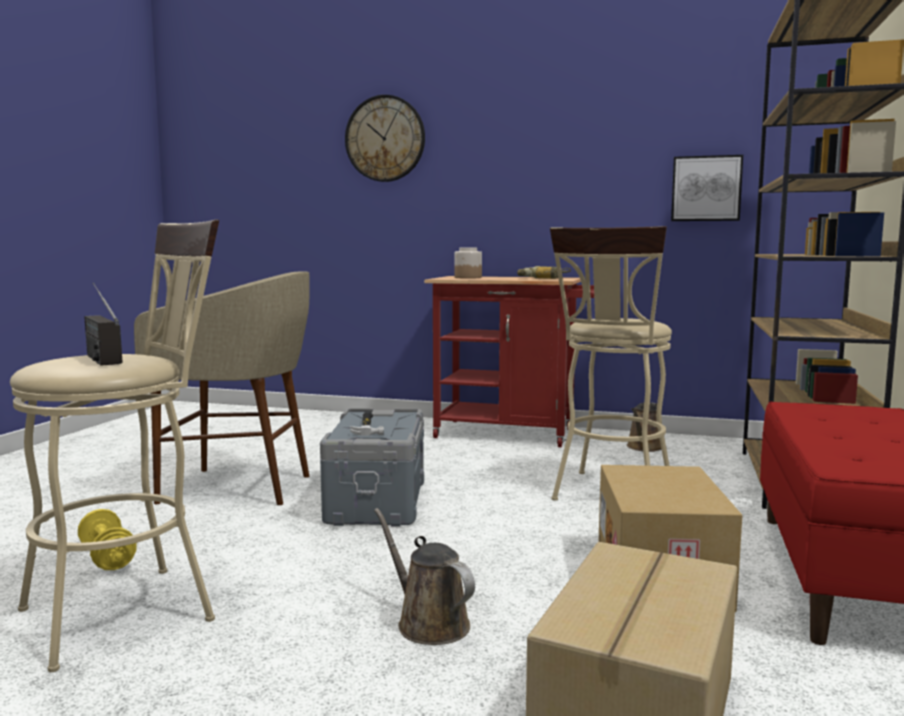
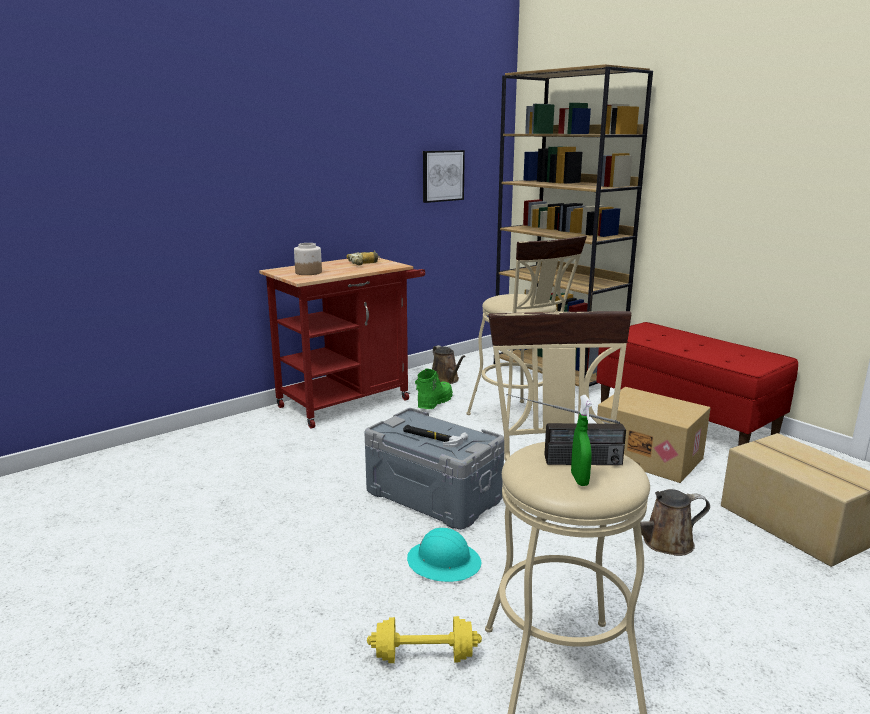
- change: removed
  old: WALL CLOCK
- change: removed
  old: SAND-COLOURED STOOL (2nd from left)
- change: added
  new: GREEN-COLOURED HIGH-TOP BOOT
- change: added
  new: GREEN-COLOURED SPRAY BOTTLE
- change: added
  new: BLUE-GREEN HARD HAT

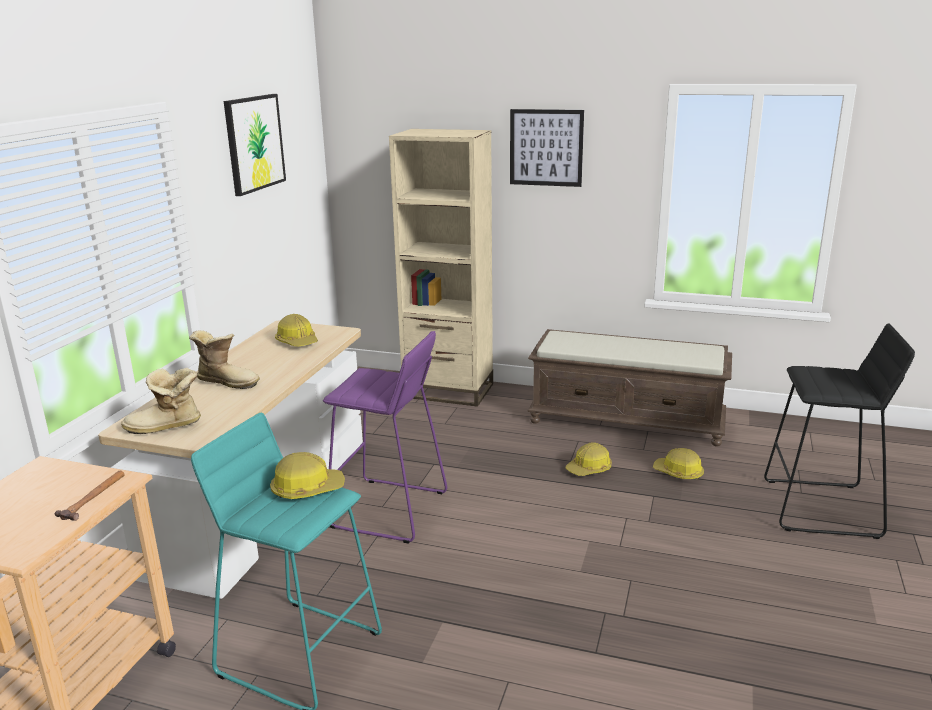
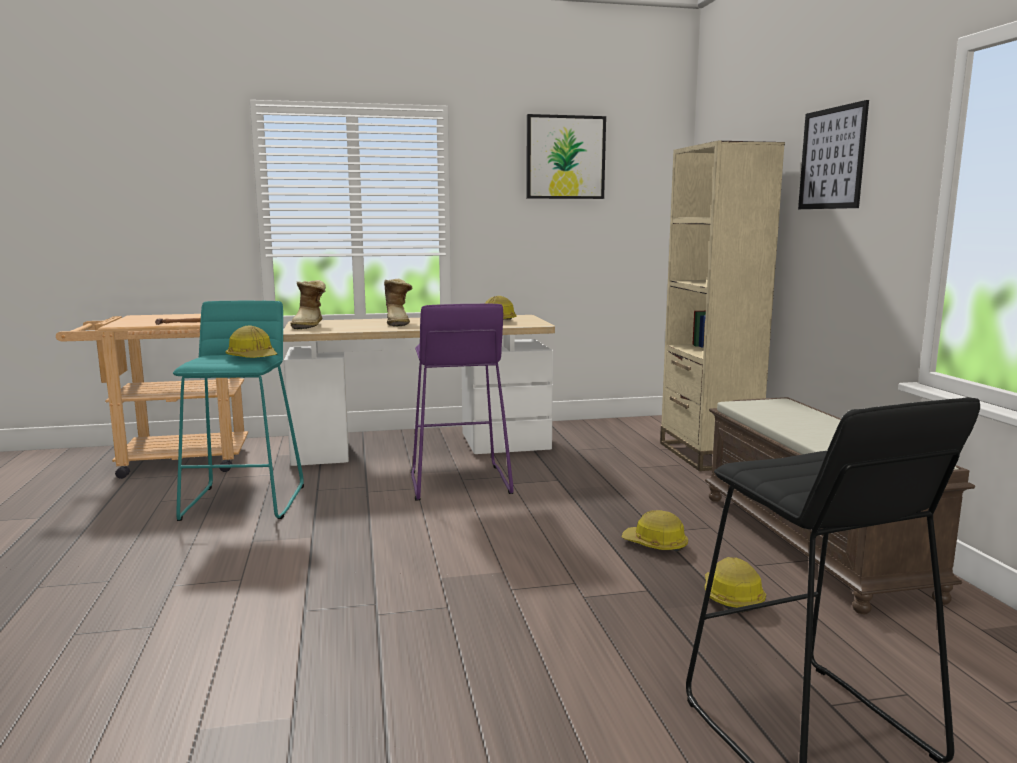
- change: turned
  old: HIGH-TOP BOOT (1st from left)
  degrees: -135

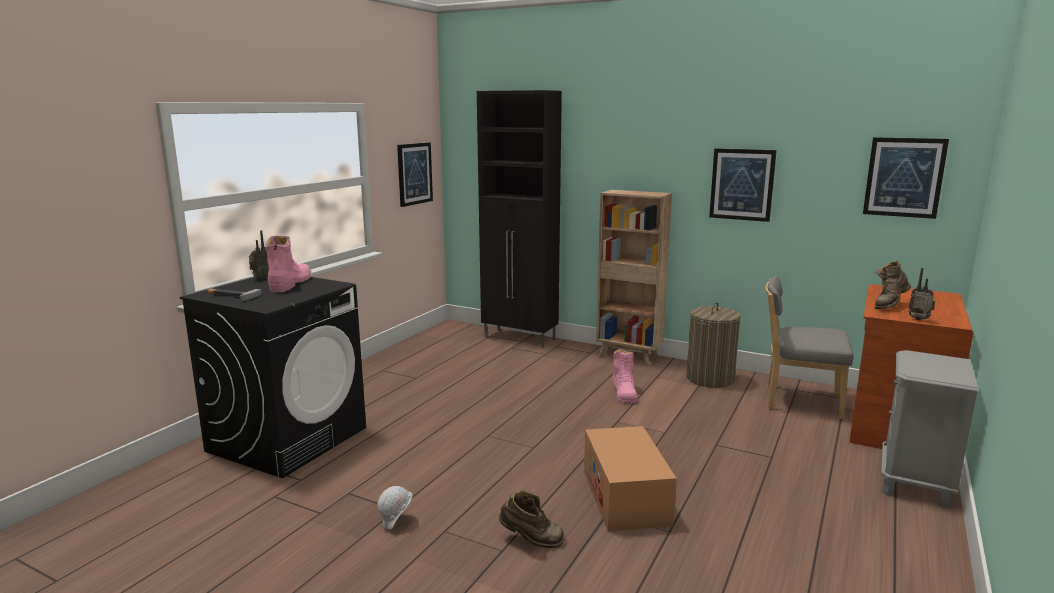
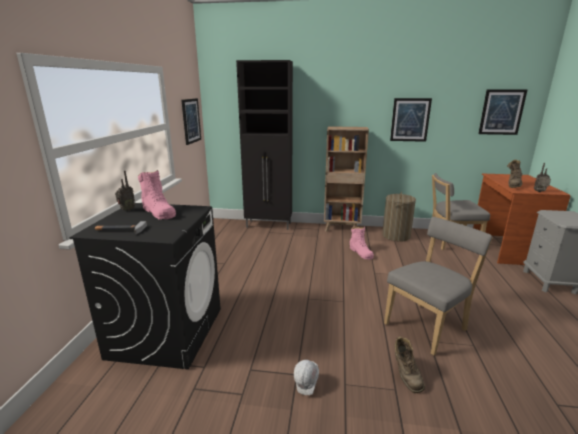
- change: turned
  old: PINK-COLOURED HIGH-TOP BOOT (1st from left)
  degrees: 150
- change: replaced
  old: CARDBOARD BOX
  new: GRAY CHAIR (1st from left)
- change: turned
  old: BROWN HIGH-TOP BOOT (1st from left)
  degrees: 90

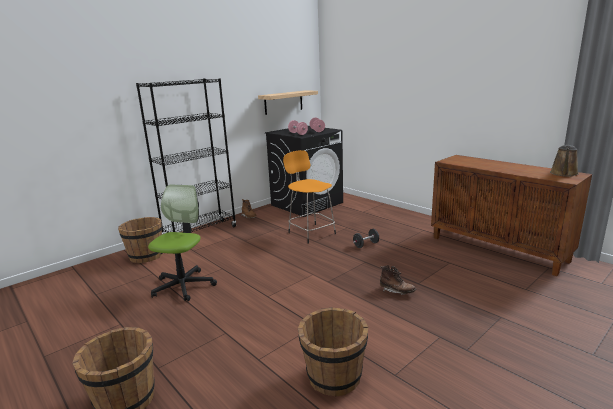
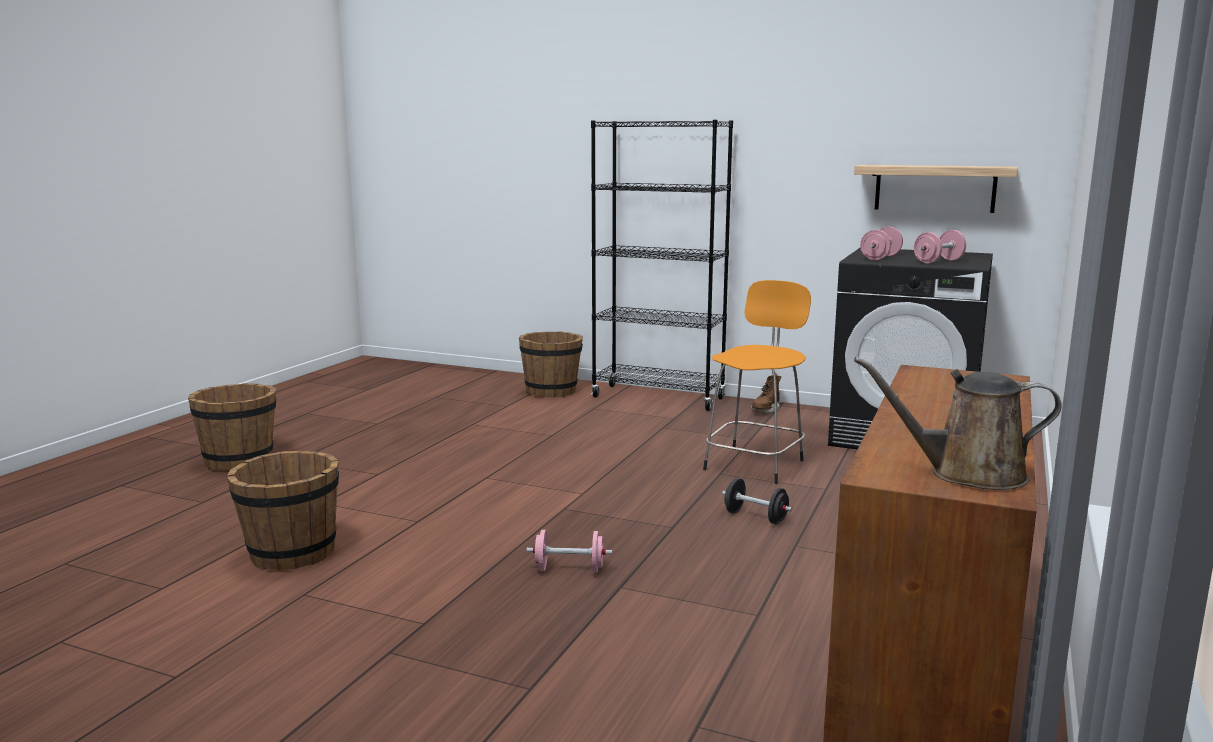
- change: removed
  old: DESK CHAIR
- change: replaced
  old: BROWN HIGH-TOP BOOT (2nd from left)
  new: PINK-COLOURED FREE WEIGHT (1st from left)

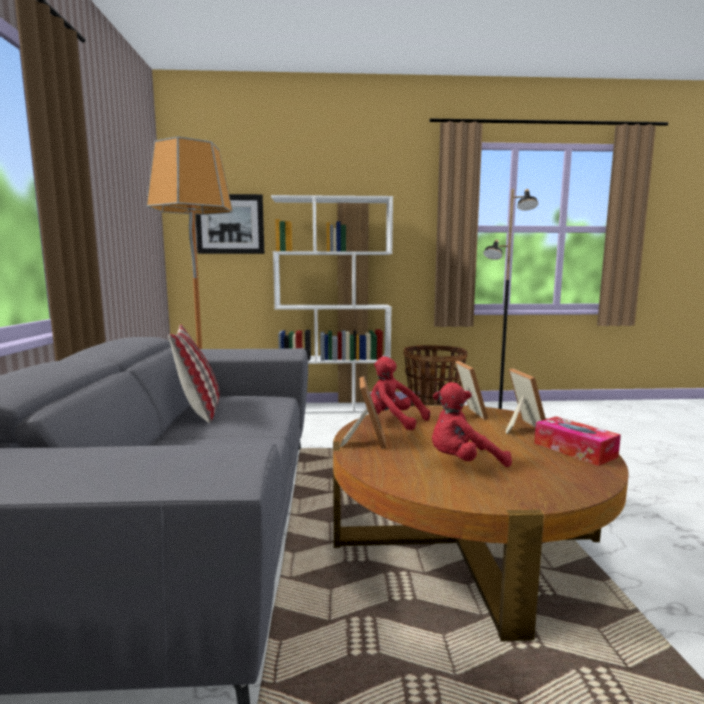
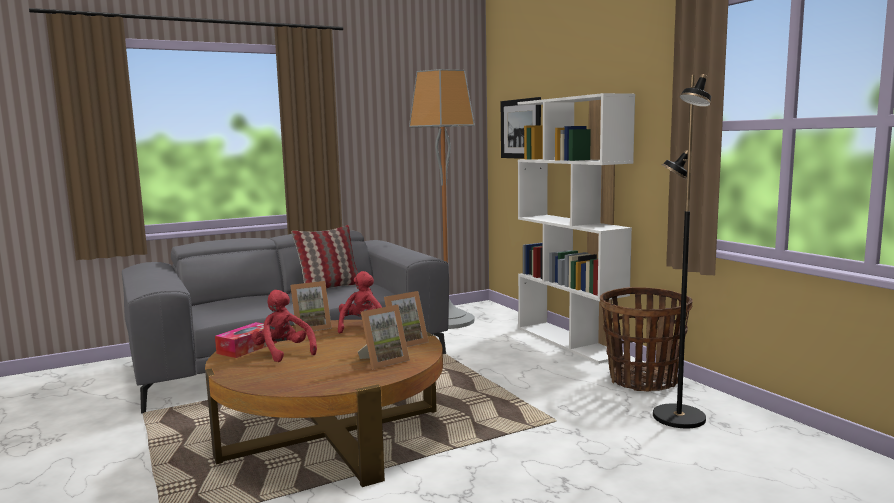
- change: moved
  old: TISSUE HOLDER

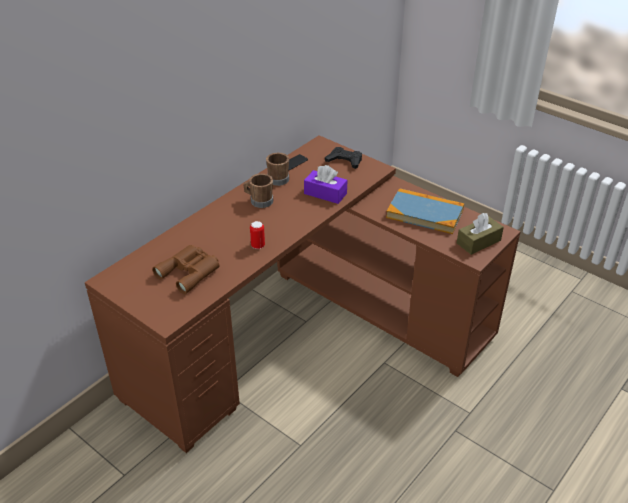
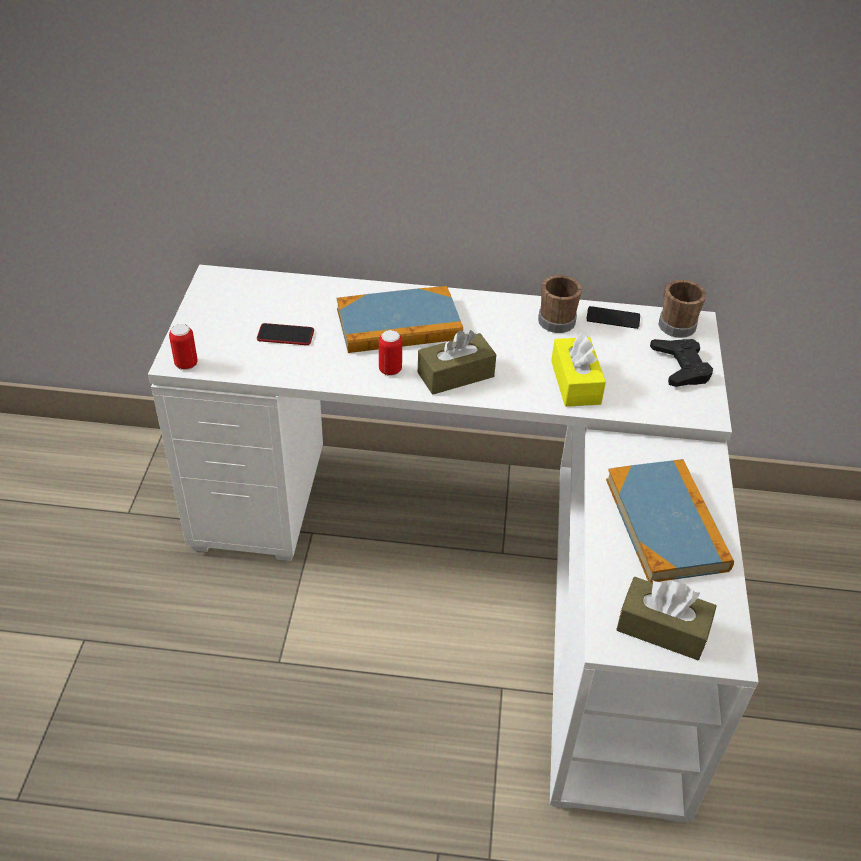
- change: recoloured
  old: BROWN DESK UNIT
  new: WHITISH DESK UNIT
- change: recoloured
  old: PURPLE-COLOURED TISSUE HOLDER
  new: YELLOW TISSUE HOLDER
- change: moved
  old: BROWN COFFEE MUG (1st from left in the first image)
  new: BROWN COFFEE MUG (2nd from left)
- change: replaced
  old: BROWN FIELD GLASSES
  new: TELEPHONE (1st from left)
- change: added
  new: BOOK (1st from left)
- change: added
  new: SEALED CAN (1st from left)
- change: added
  new: BROWN TISSUE HOLDER (1st from left)

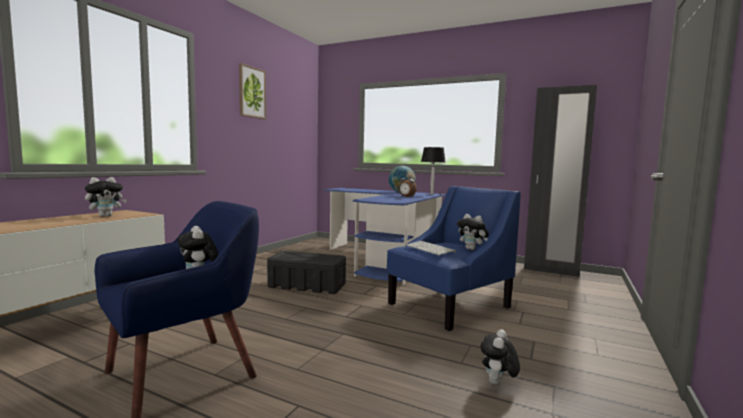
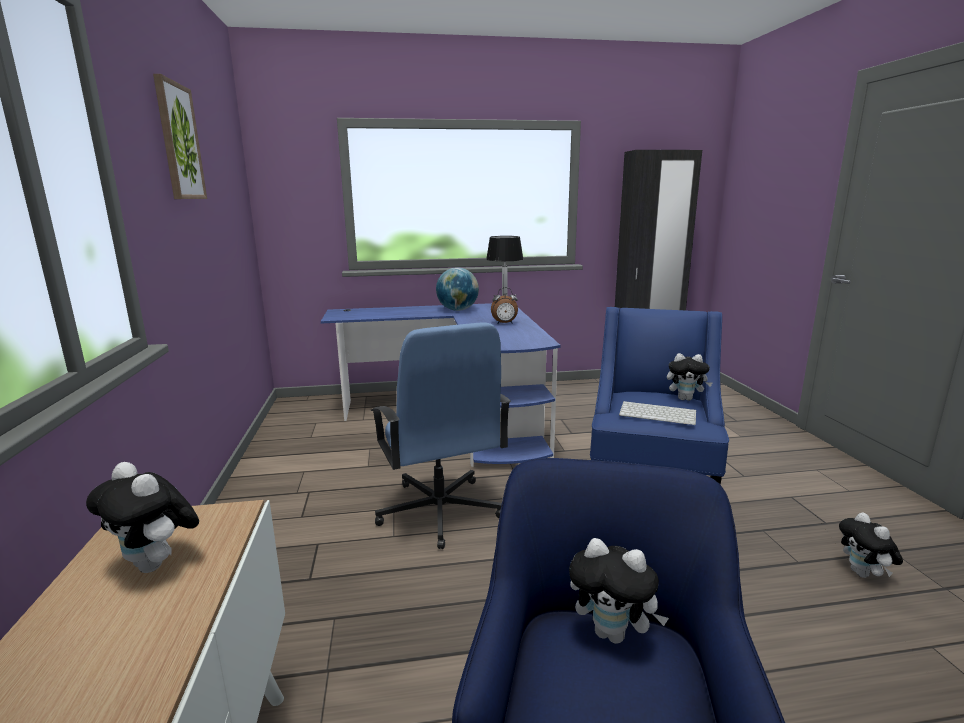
- change: turned
  old: SOFT TOY (1st from left)
  degrees: 120
- change: replaced
  old: BLACK STORAGE BIN
  new: BLUE DESK CHAIR

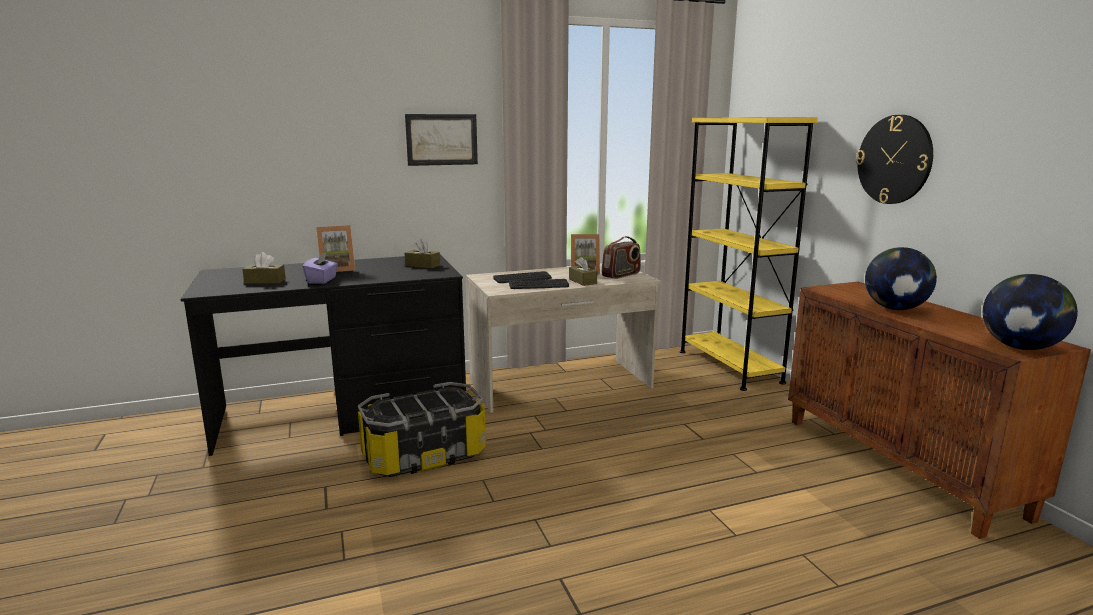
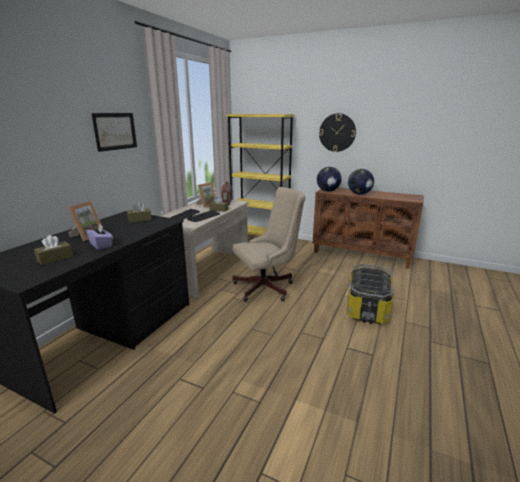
- change: moved
  old: GLOBE (2nd from left in the first image)
  new: GLOBE (1st from left)
- change: moved
  old: STORAGE BIN
- change: added
  new: SAND-COLOURED DESK CHAIR

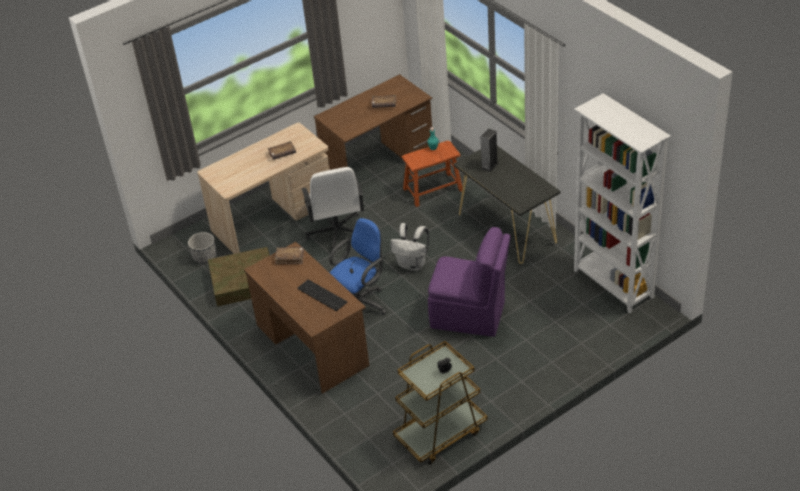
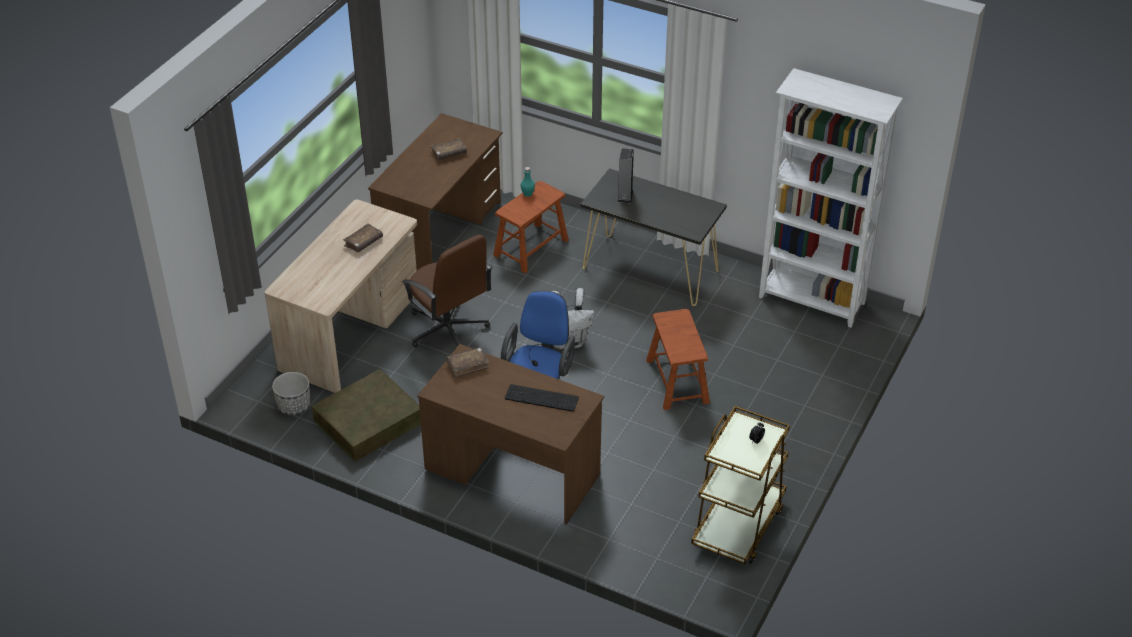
- change: recoloured
  old: WHITISH DESK CHAIR
  new: BROWN DESK CHAIR
- change: replaced
  old: PURPLE-COLOURED CHAIR
  new: BROWN STOOL (2nd from left)

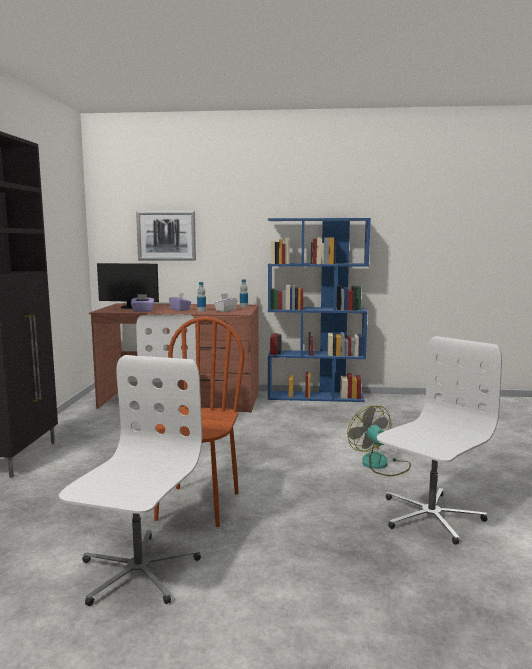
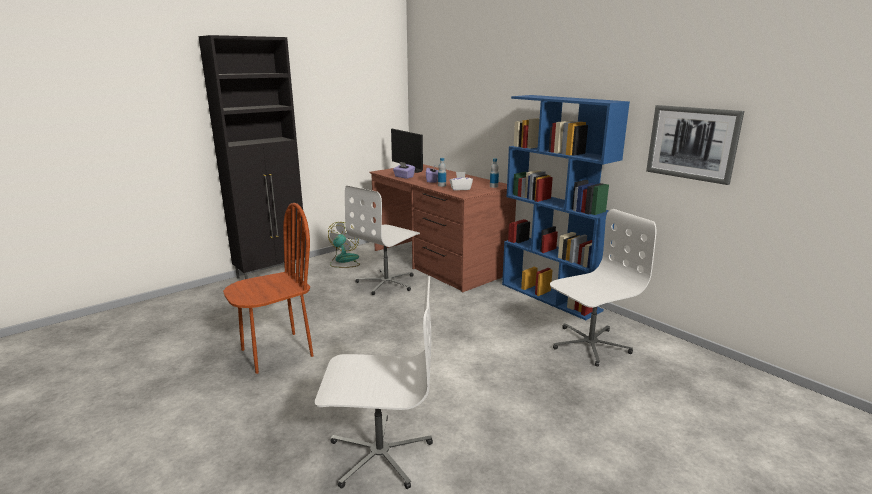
- change: moved
  old: WALL PICTURE
- change: moved
  old: WHITISH DESK CHAIR (1st from left in the first image)
  new: WHITISH DESK CHAIR (3rd from left)
- change: moved
  old: COOLING FAN

